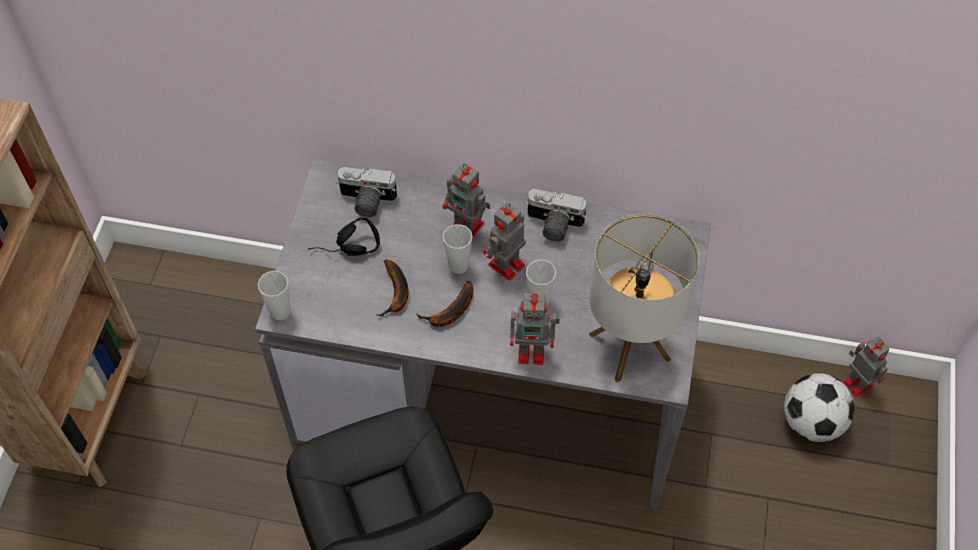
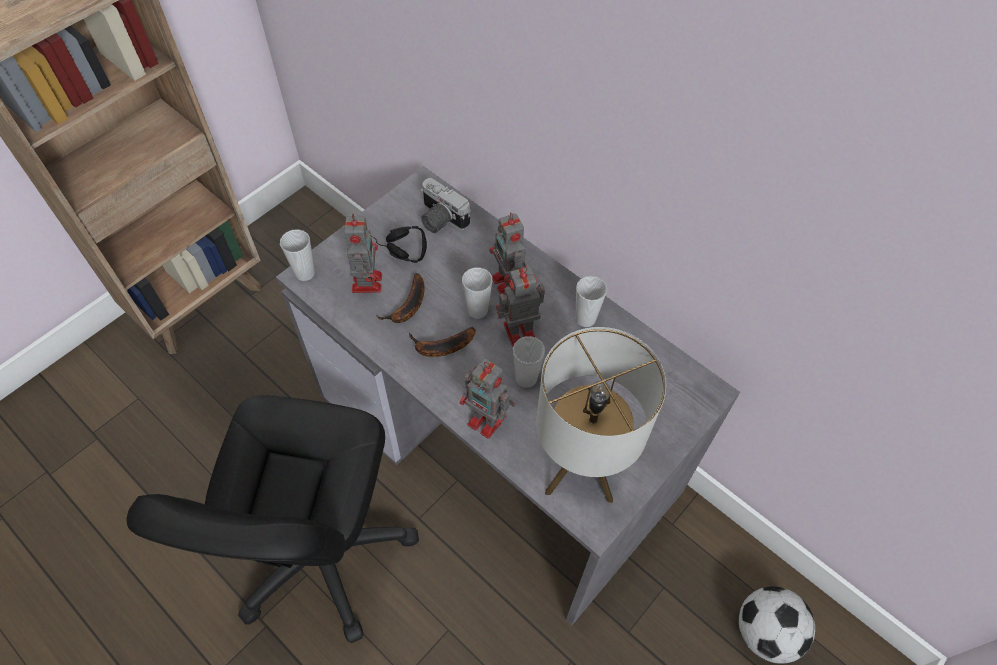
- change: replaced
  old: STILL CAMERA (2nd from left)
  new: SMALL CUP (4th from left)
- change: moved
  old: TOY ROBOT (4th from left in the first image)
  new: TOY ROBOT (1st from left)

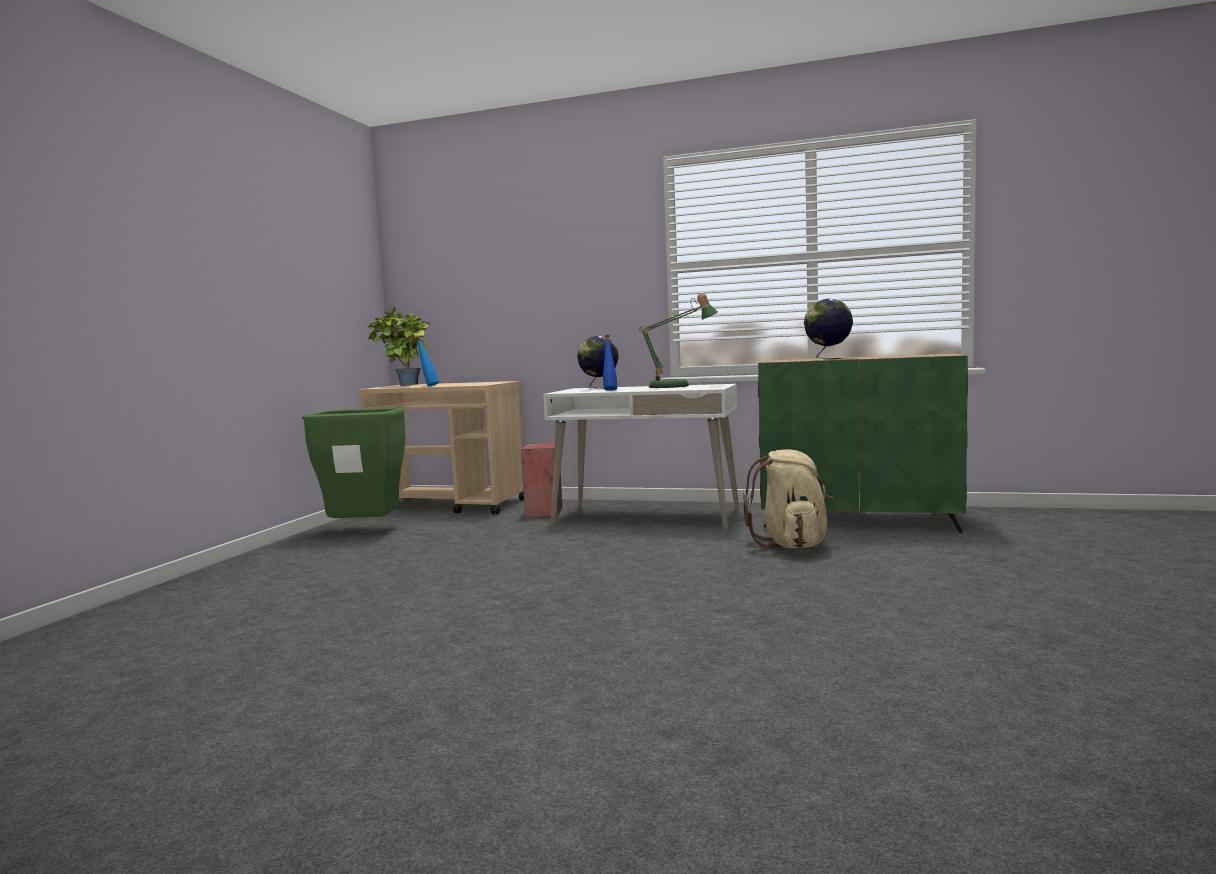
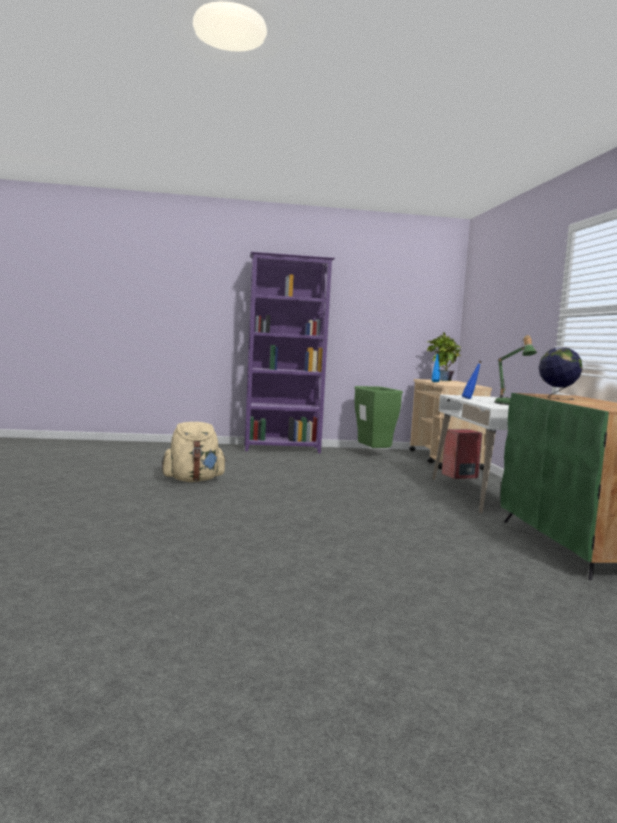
- change: removed
  old: GLOBE (1st from left)
- change: moved
  old: SAND-COLOURED KNAPSACK
- change: added
  new: PURPLE-COLOURED SHELVING UNIT

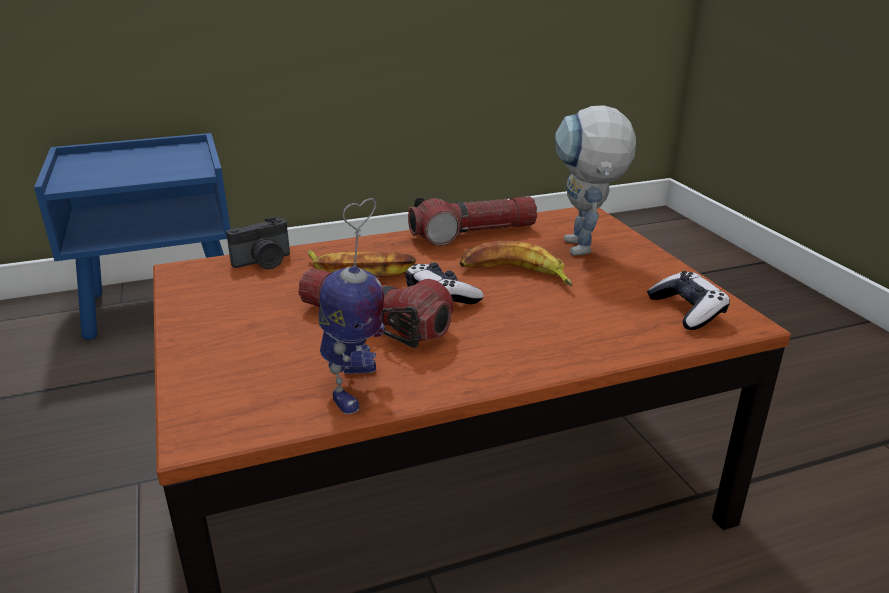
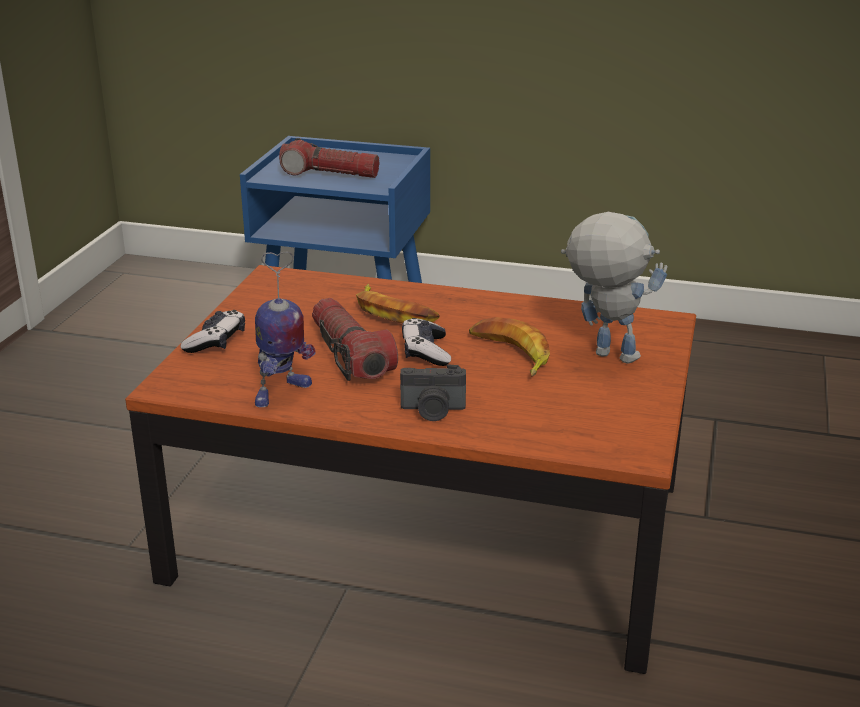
- change: turned
  old: TOY ROBOT (2nd from left)
  degrees: 90
- change: moved
  old: HAND TORCH (2nd from left in the first image)
  new: HAND TORCH (1st from left)
- change: moved
  old: STILL CAMERA
- change: moved
  old: GAME CONTROLLER (2nd from left in the first image)
  new: GAME CONTROLLER (1st from left)

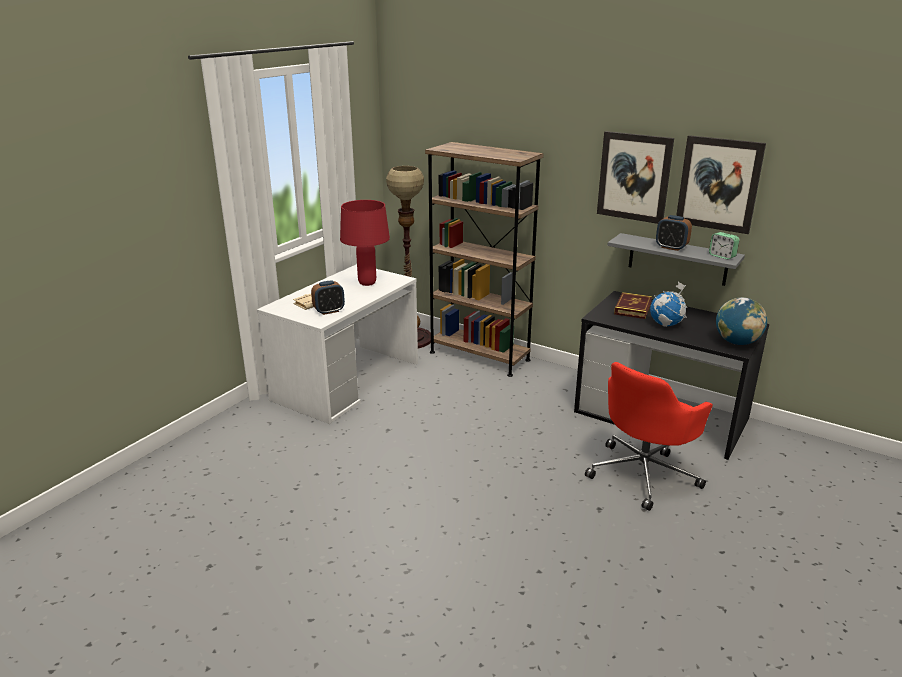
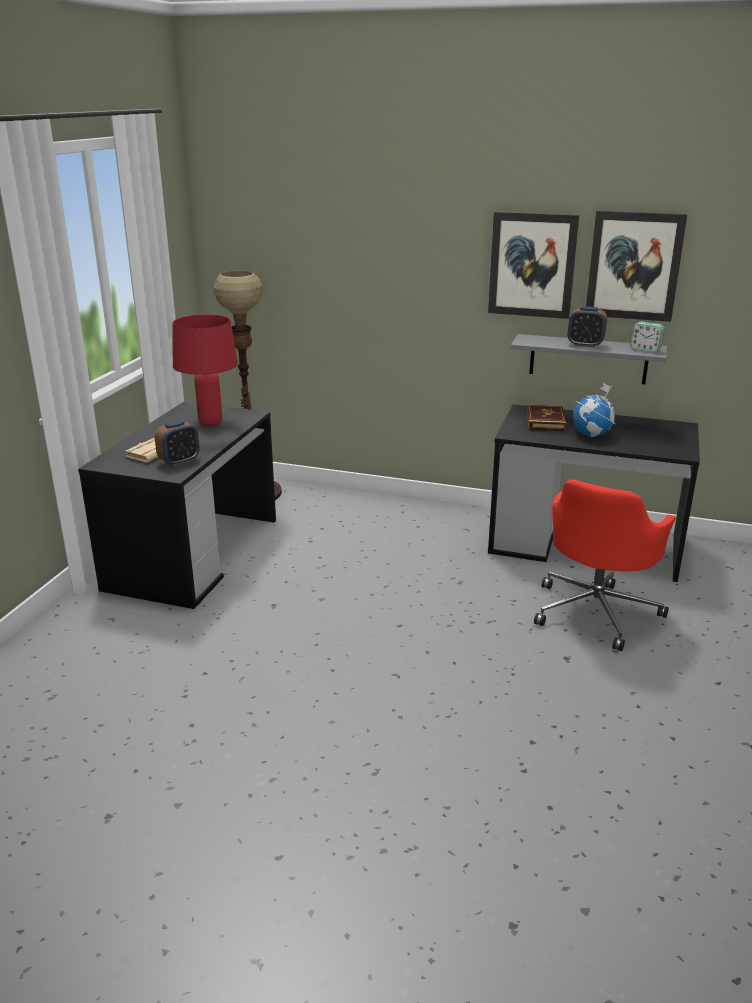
- change: removed
  old: BROWN SHELVING UNIT
- change: recoloured
  old: WHITISH DESK UNIT
  new: BLACK DESK UNIT (1st from left)
- change: removed
  old: GLOBE (2nd from left)

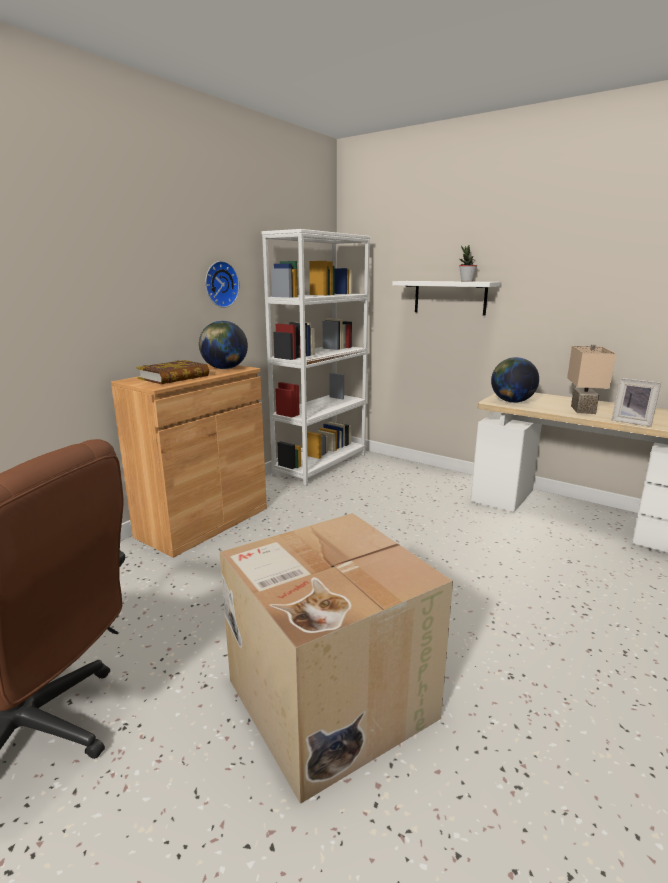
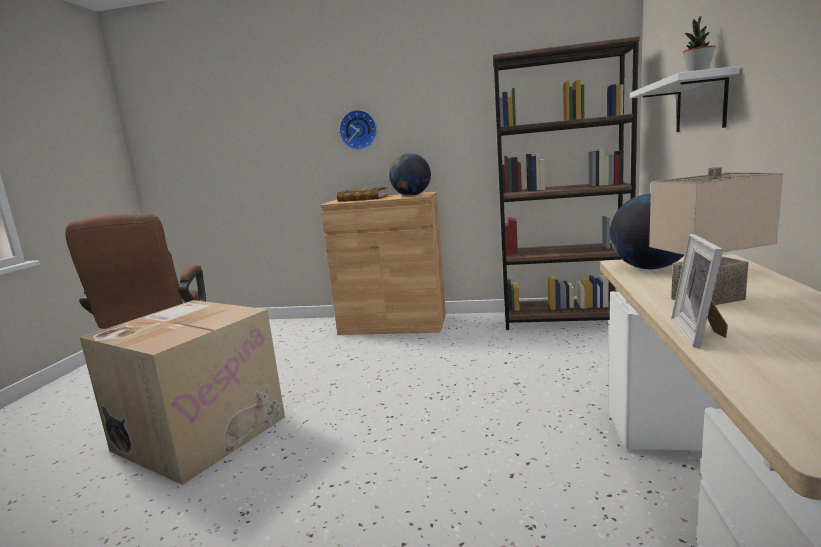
- change: recoloured
  old: WHITISH SHELVING UNIT
  new: BROWN SHELVING UNIT
- change: moved
  old: WALL CLOCK

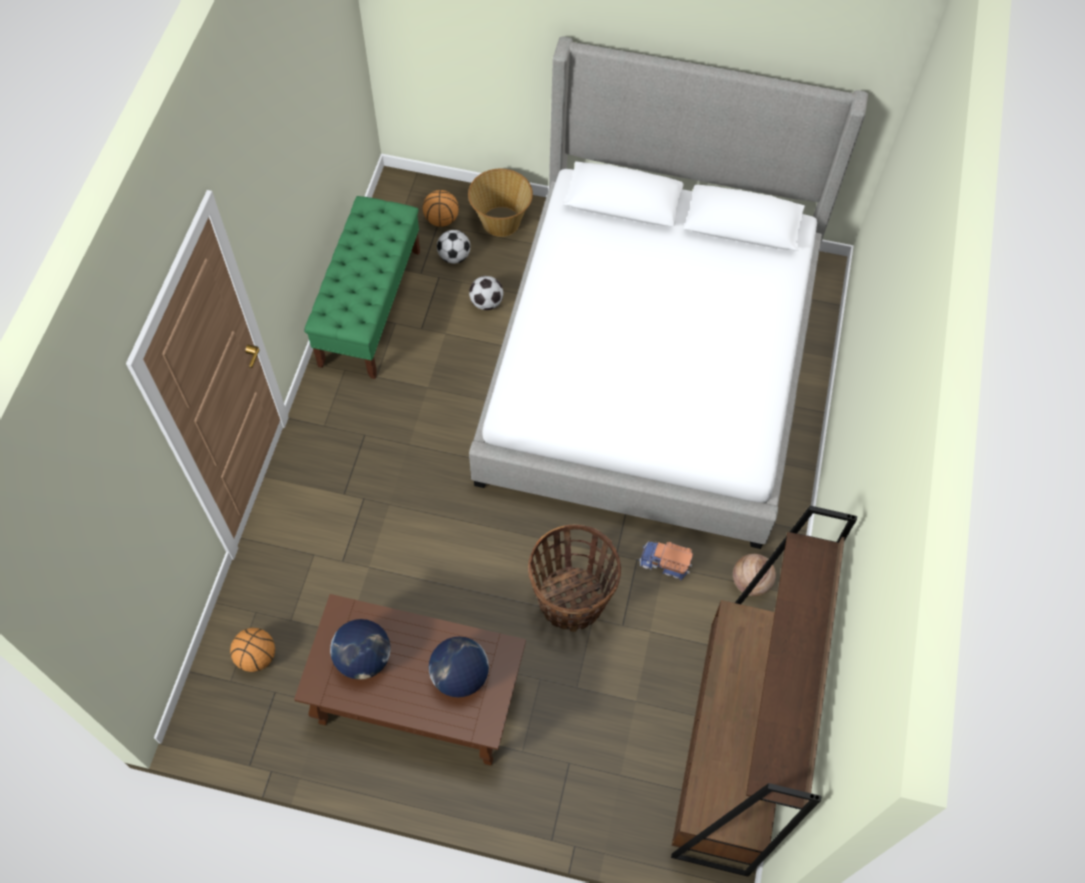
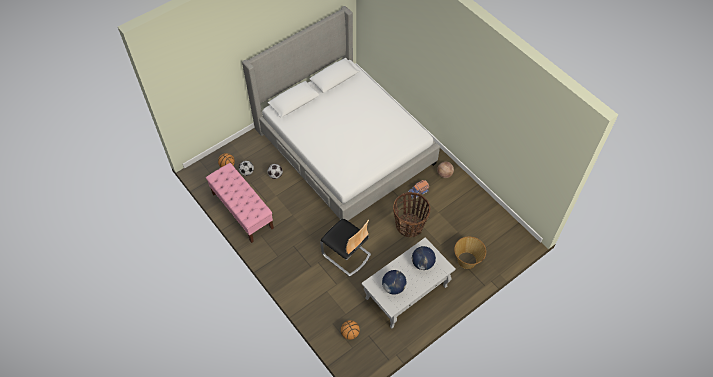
- change: moved
  old: BASKET (1st from left in the first image)
  new: BASKET (2nd from left)
- change: recoloured
  old: GREEN-COLOURED INDOOR BENCH
  new: PINK-COLOURED INDOOR BENCH
- change: removed
  old: BROWN SHELVING UNIT
- change: recoloured
  old: BROWN LOW TABLE
  new: WHITISH LOW TABLE
- change: added
  new: CHAIR

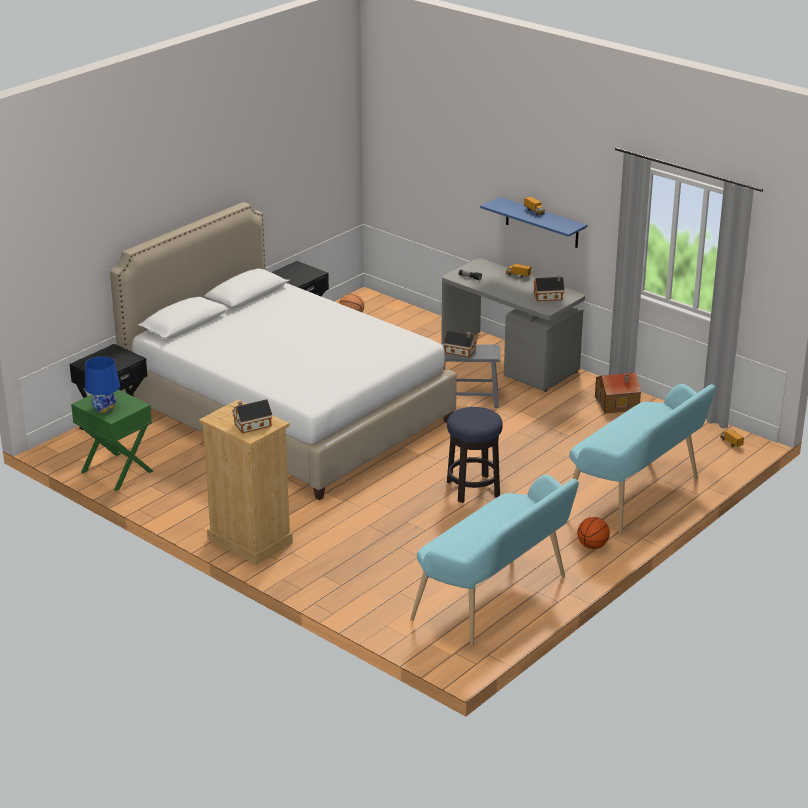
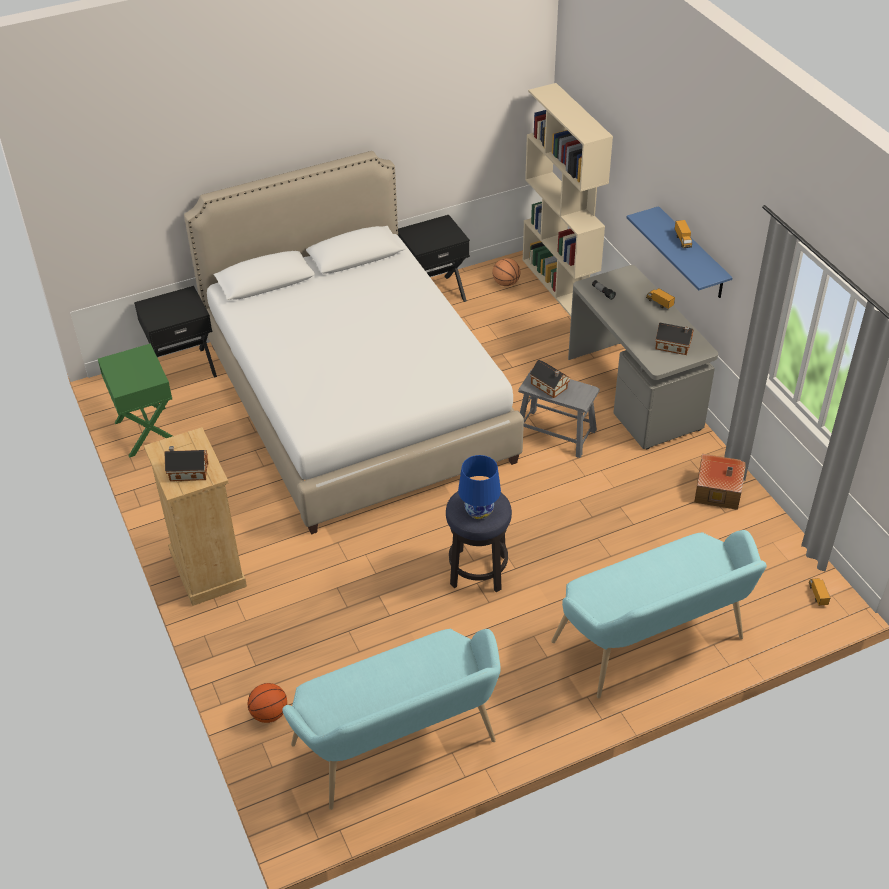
- change: moved
  old: BLUE LAMP FOR A TABLE
- change: moved
  old: BASKETBALL (2nd from left in the first image)
  new: BASKETBALL (1st from left)
- change: added
  new: SAND-COLOURED SHELVING UNIT

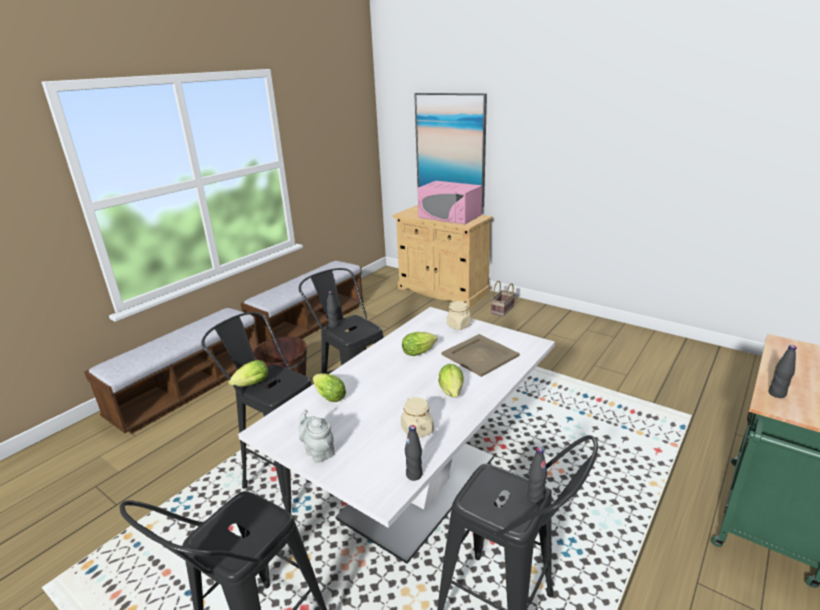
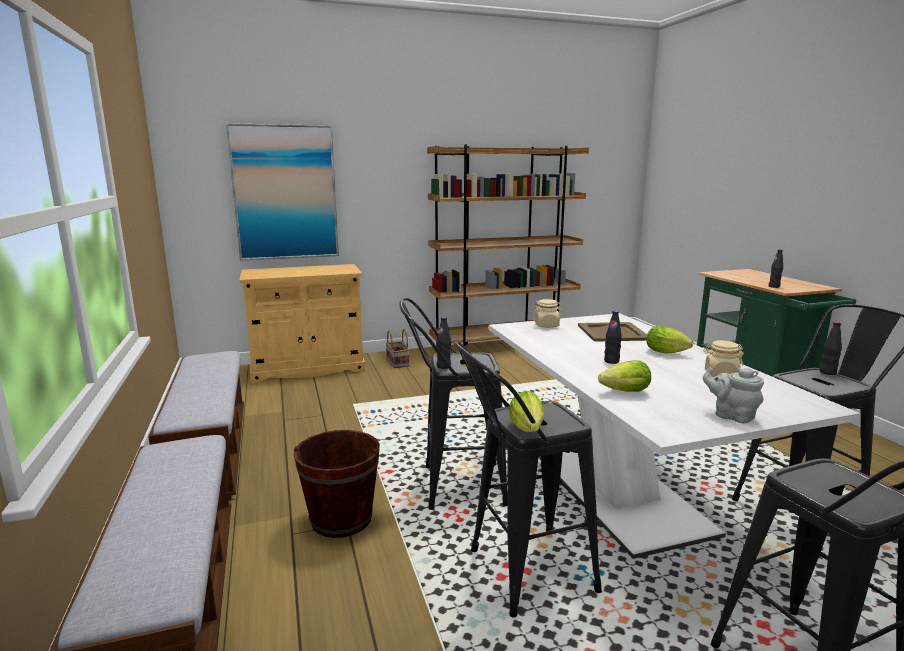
- change: removed
  old: PINK-COLOURED MICROWAVE
- change: removed
  old: HEAD OF LETTUCE (3rd from left)
- change: turned
  old: GRAY POT FOR TEA
  degrees: 45
- change: moved
  old: BLACK DRINK BOTTLE (2nd from left)
- change: added
  new: BROWN SHELVING UNIT

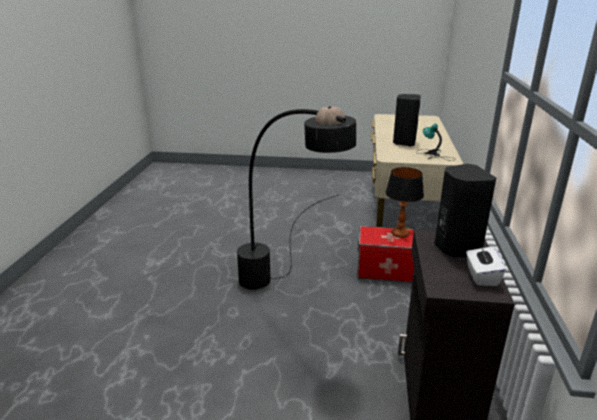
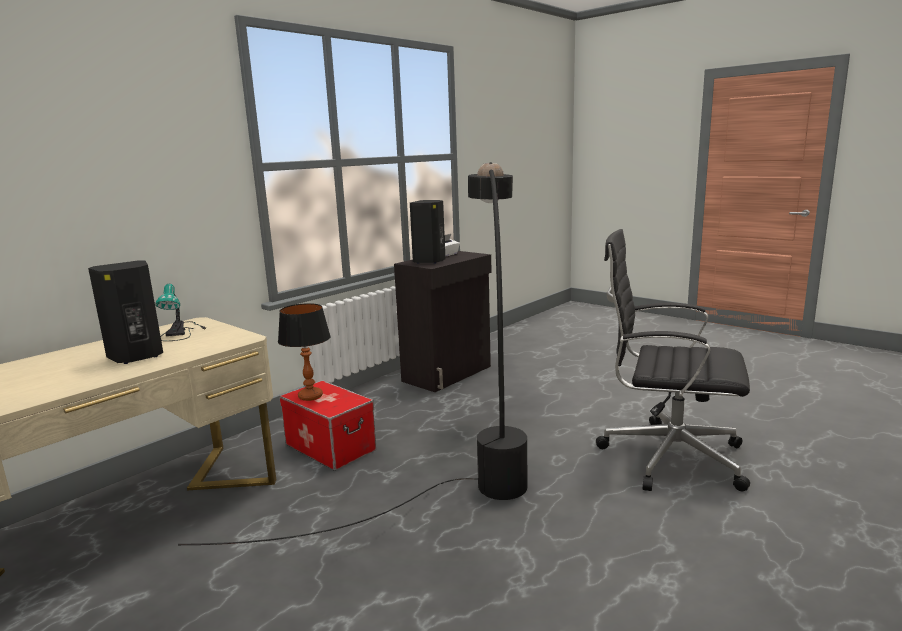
- change: added
  new: BLACK DESK CHAIR

